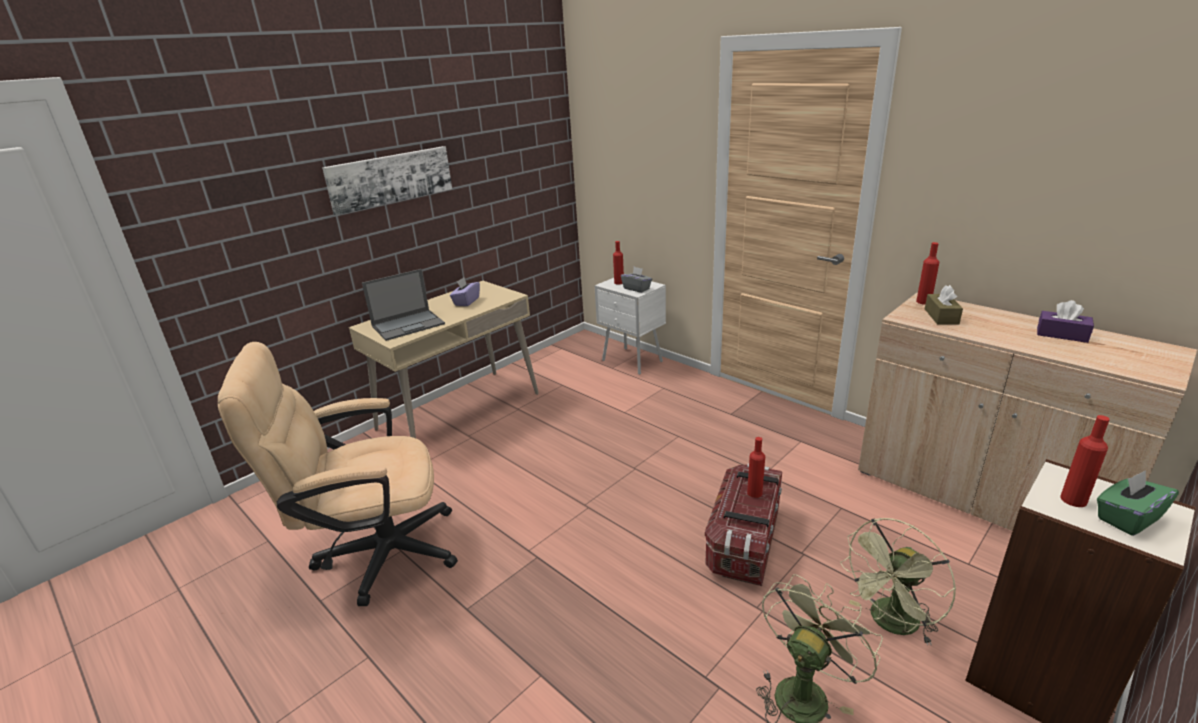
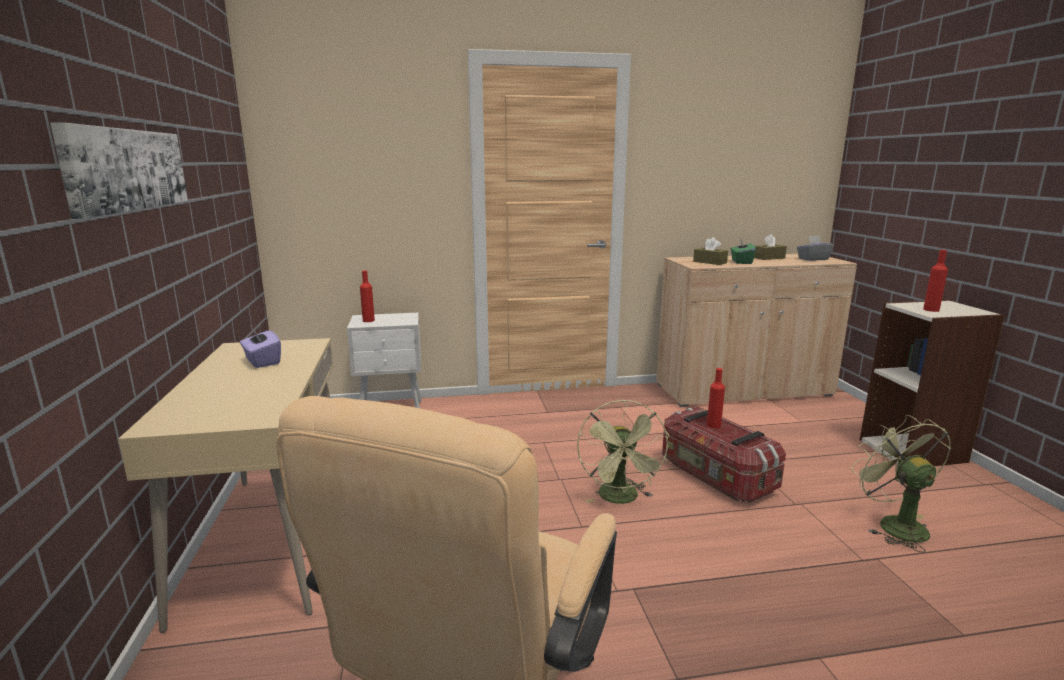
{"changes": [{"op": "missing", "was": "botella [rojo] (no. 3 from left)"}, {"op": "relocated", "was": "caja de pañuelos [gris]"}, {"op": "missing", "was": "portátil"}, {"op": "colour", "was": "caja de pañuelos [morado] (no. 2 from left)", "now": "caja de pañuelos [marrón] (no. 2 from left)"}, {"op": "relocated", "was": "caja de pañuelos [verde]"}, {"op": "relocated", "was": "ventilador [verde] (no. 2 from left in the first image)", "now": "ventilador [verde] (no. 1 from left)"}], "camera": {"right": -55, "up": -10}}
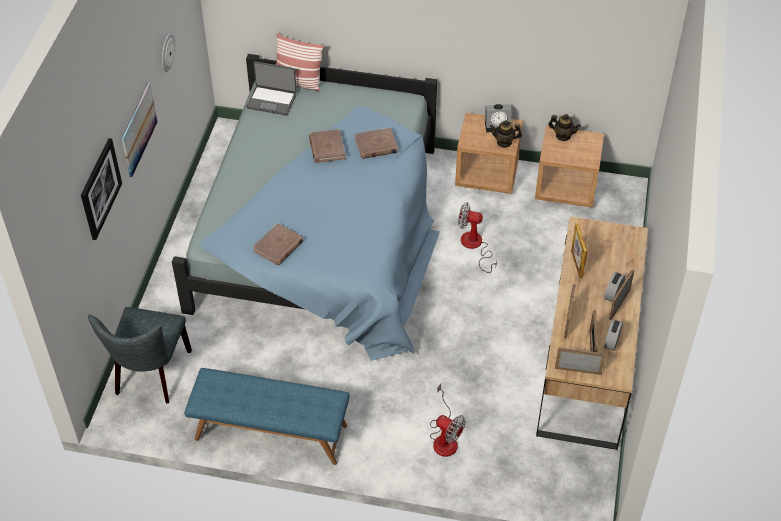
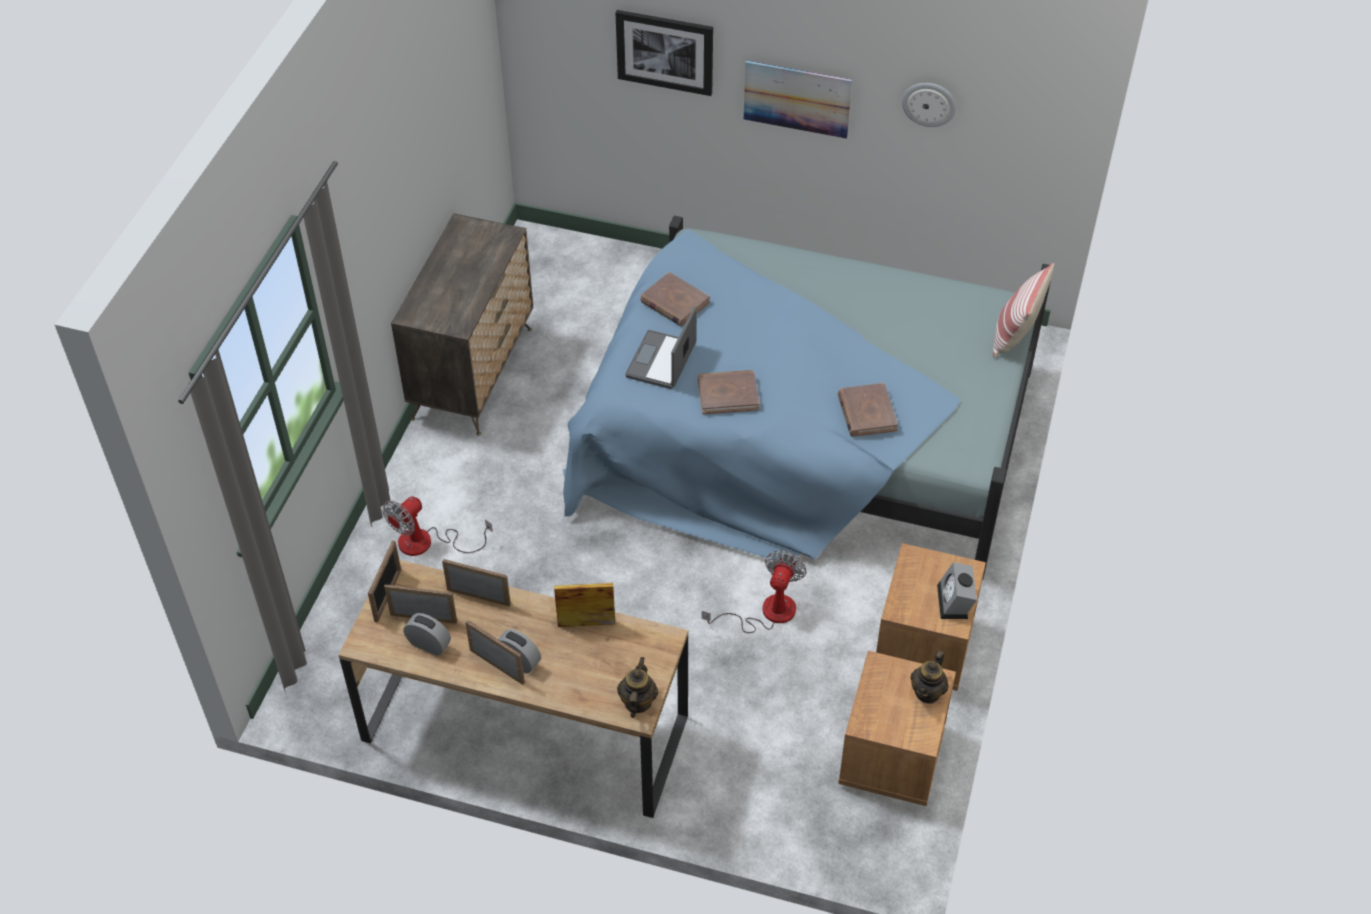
{"changes": [{"op": "relocated", "was": "portátil"}, {"op": "relocated", "was": "tetera (no. 1 from left)"}, {"op": "relocated", "was": "libro [marrón] (no. 2 from left)"}, {"op": "missing", "was": "silla [gris]"}, {"op": "exchanged", "was": "banco [azul]", "now": "cómoda"}], "camera": {"right": 95, "up": 0}}
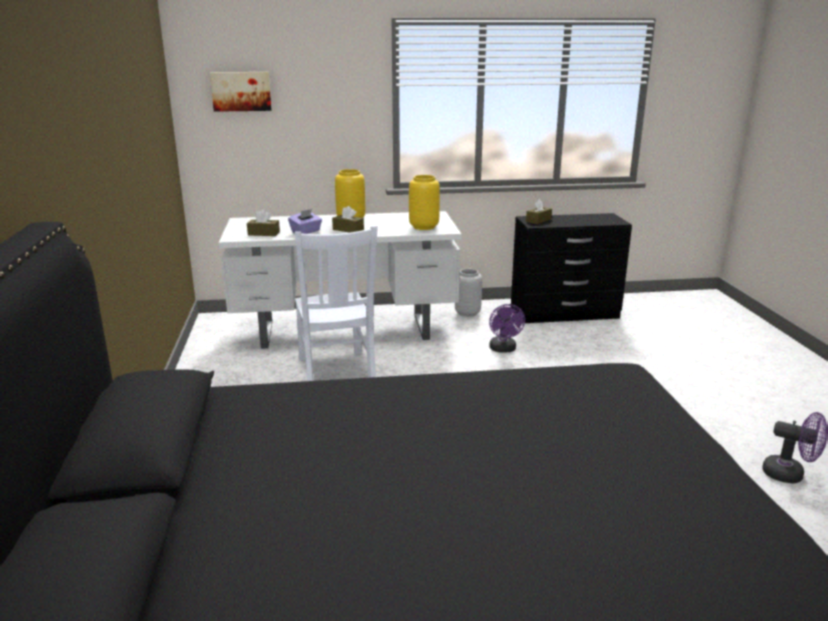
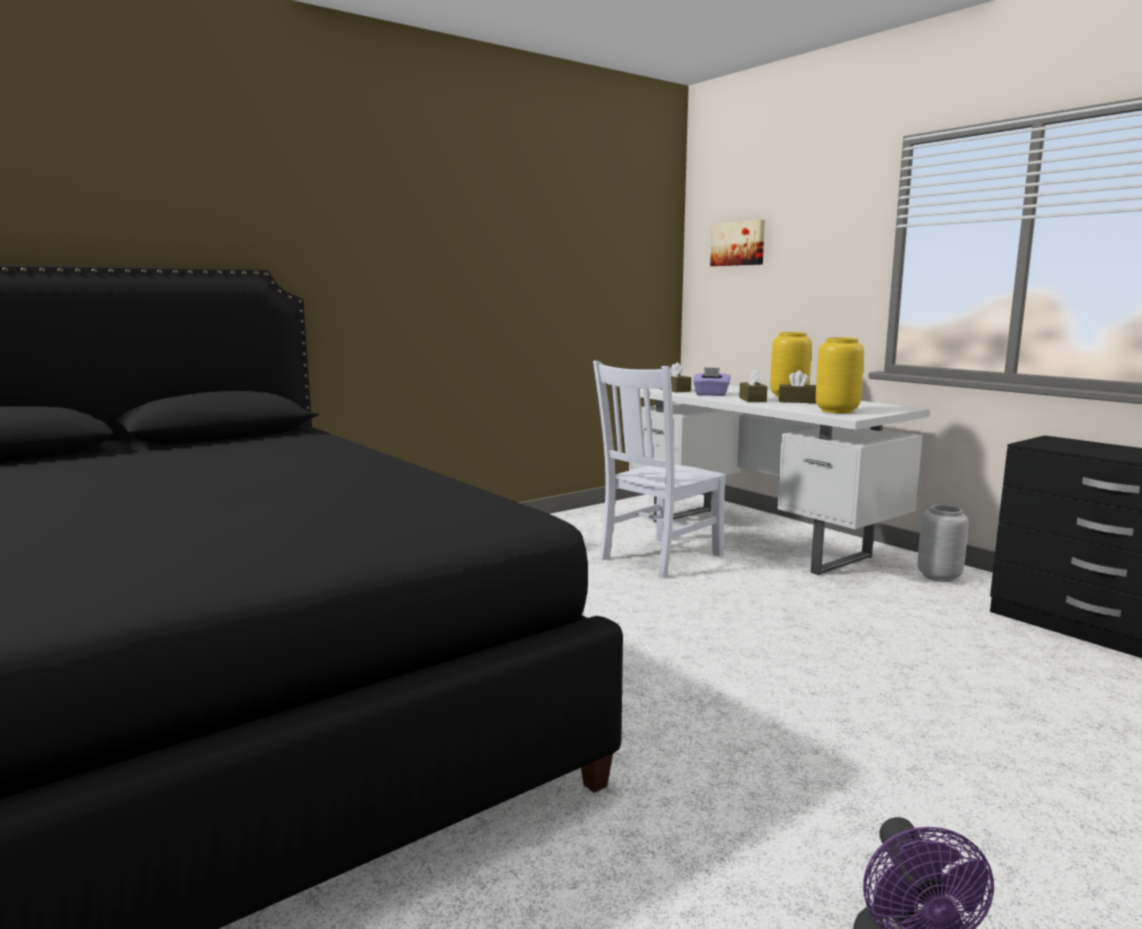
{"changes": [{"op": "relocated", "was": "caja de pañuelos [marrón] (no. 3 from left)"}, {"op": "missing", "was": "ventilador [morado] (no. 1 from left)"}], "camera": {"right": 60, "up": -10}}
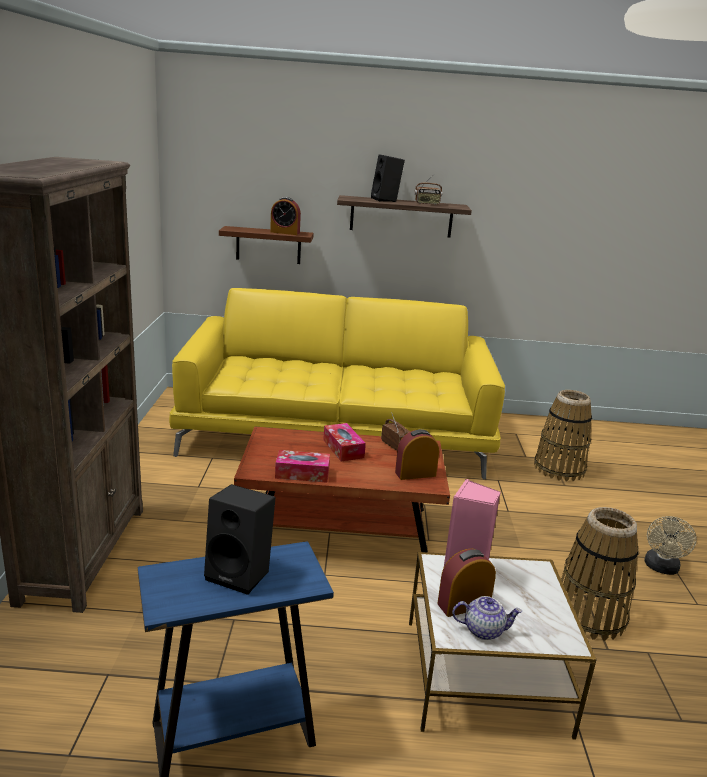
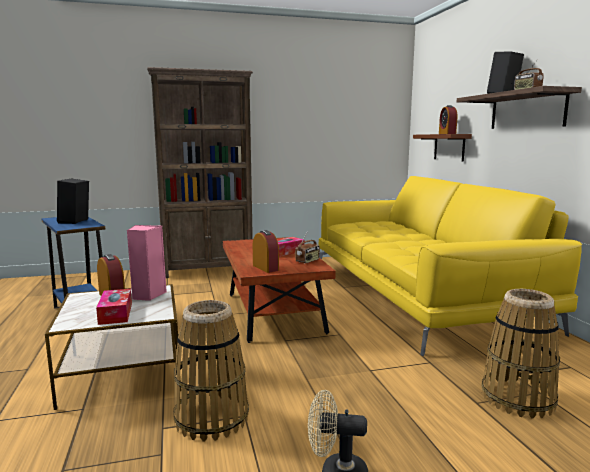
{"changes": [{"op": "relocated", "was": "caja de pañuelos (no. 1 from left)"}, {"op": "missing", "was": "tetera"}], "camera": {"right": 75, "up": -10}}
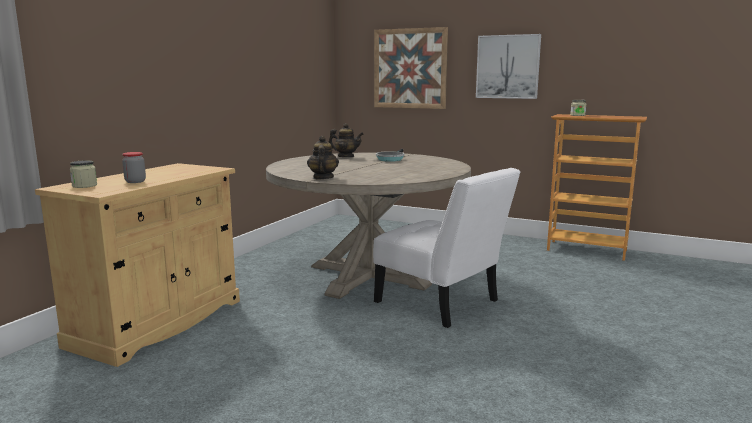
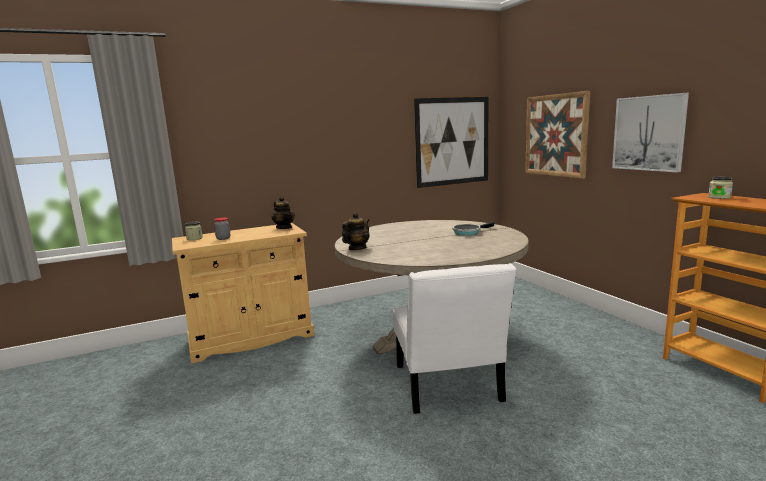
{"changes": [{"op": "relocated", "was": "tetera (no. 2 from left in the first image)", "now": "tetera (no. 1 from left)"}, {"op": "appeared", "now": "cuadro (no. 1 from left)"}], "camera": {"right": 40, "up": 0}}
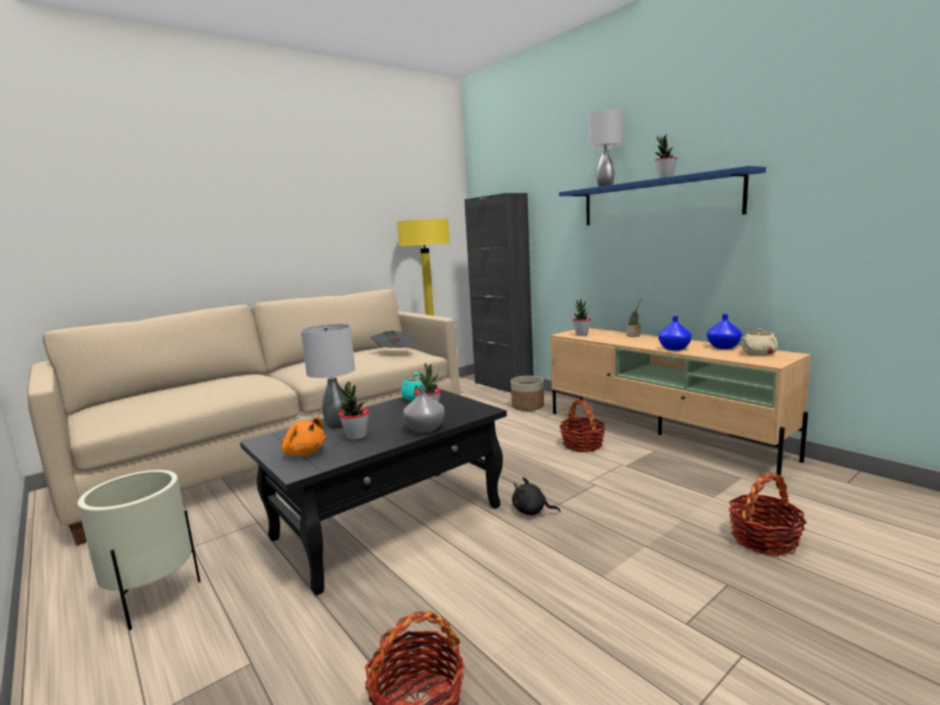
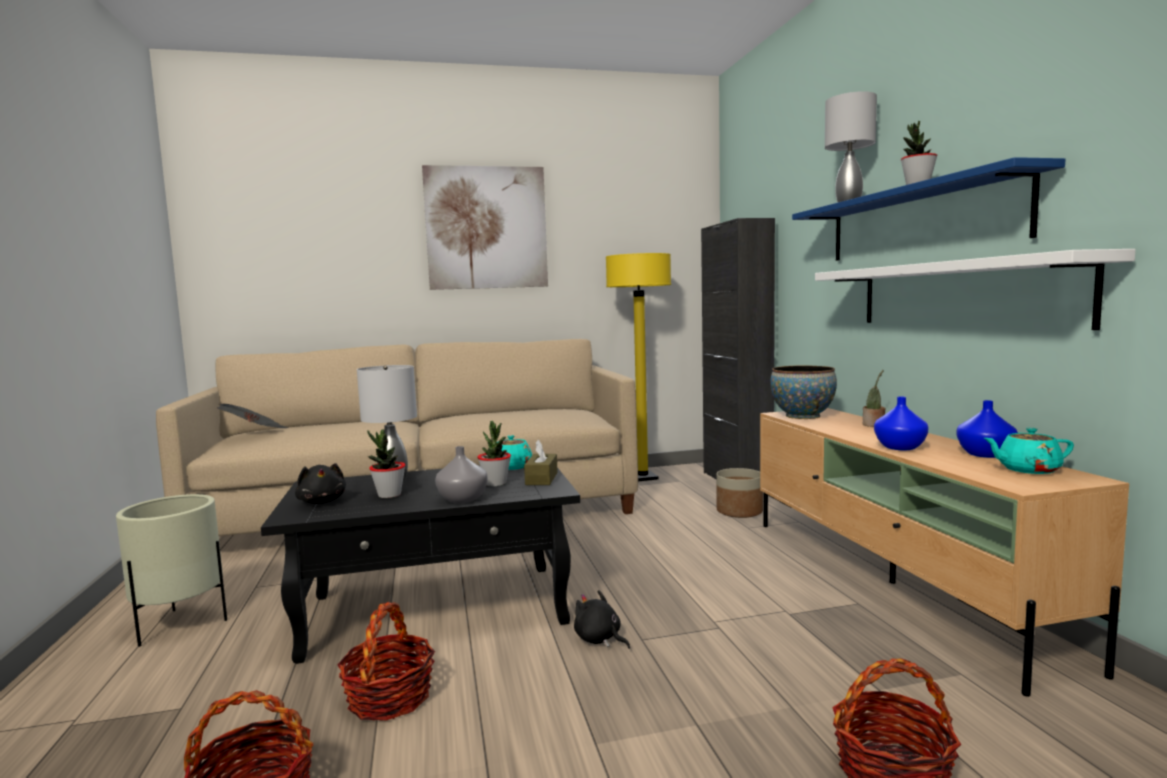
{"changes": [{"op": "exchanged", "was": "planta en maceta (no. 3 from left)", "now": "cuenco"}, {"op": "colour", "was": "tetera [beis]", "now": "tetera [turquesa] (no. 2 from left)"}, {"op": "relocated", "was": "periódico"}, {"op": "relocated", "was": "cesta (no. 2 from left)"}, {"op": "colour", "was": "peluche [naranja]", "now": "peluche [negro] (no. 1 from left)"}, {"op": "appeared", "now": "cuadro"}, {"op": "appeared", "now": "estante [blanco]"}, {"op": "appeared", "now": "caja de pañuelos [marrón]"}], "camera": {"right": 25, "up": -5}}
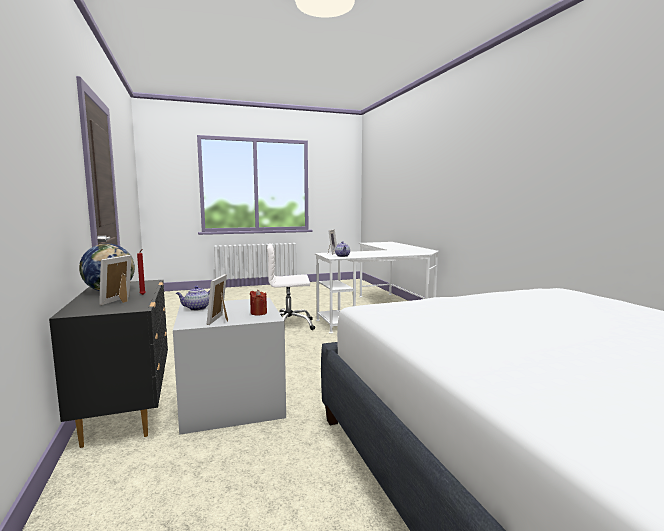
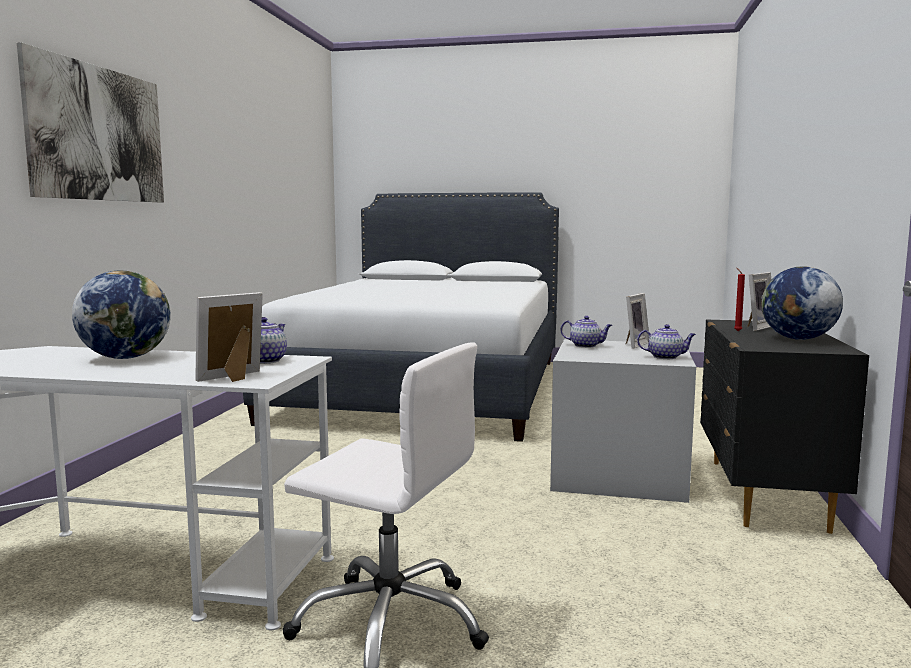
{"changes": [{"op": "exchanged", "was": "vela [rojo] (no. 2 from left)", "now": "tetera (no. 2 from left)"}, {"op": "appeared", "now": "cuadro"}, {"op": "appeared", "now": "globo terráqueo (no. 1 from left)"}], "camera": {"right": -150, "up": 0}}
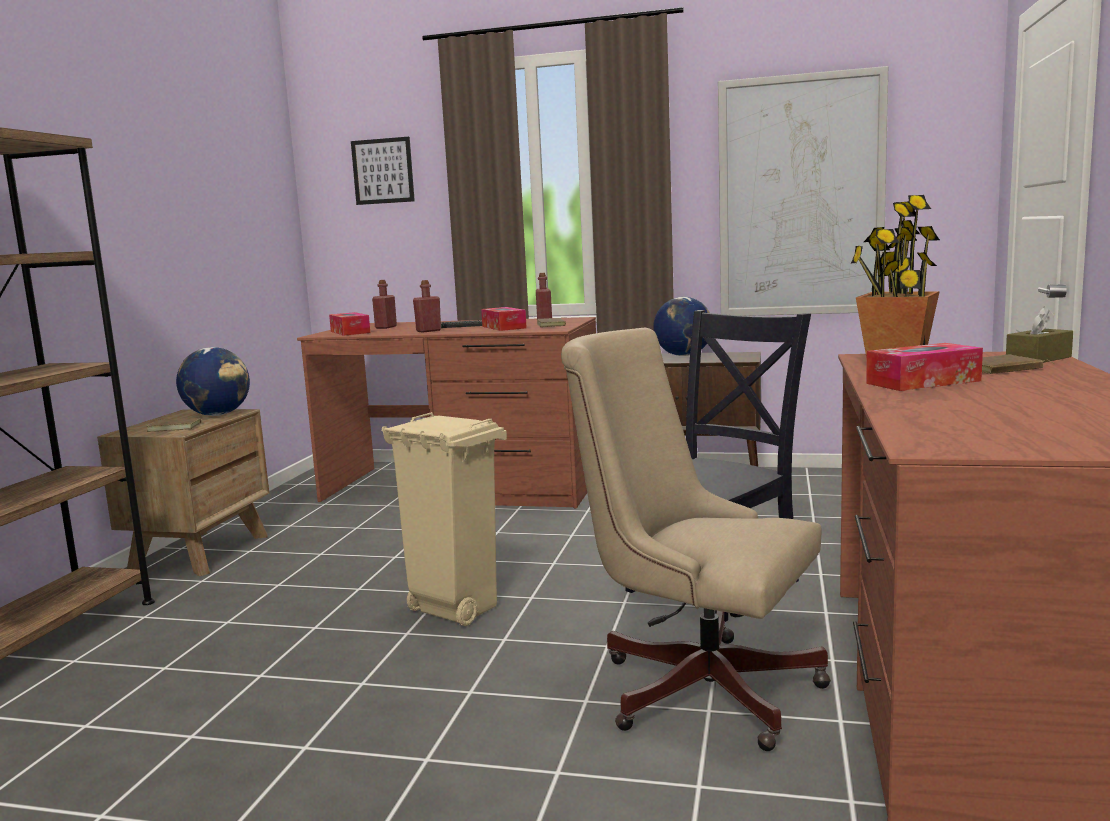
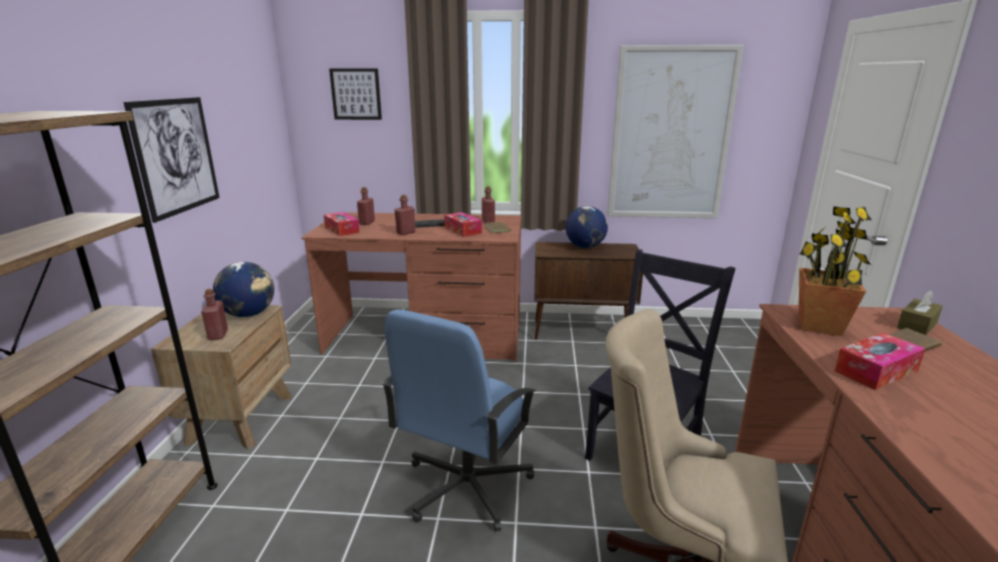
{"changes": [{"op": "exchanged", "was": "papelera [beis]", "now": "silla de oficina [azul]"}, {"op": "exchanged", "was": "libro [marrón] (no. 1 from left)", "now": "botella [rojo] (no. 1 from left)"}, {"op": "appeared", "now": "cuadro (no. 1 from left)"}], "camera": {"right": -10, "up": 10}}
